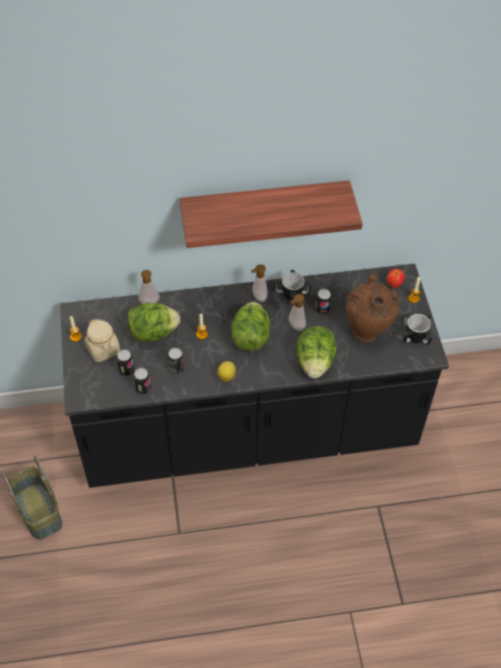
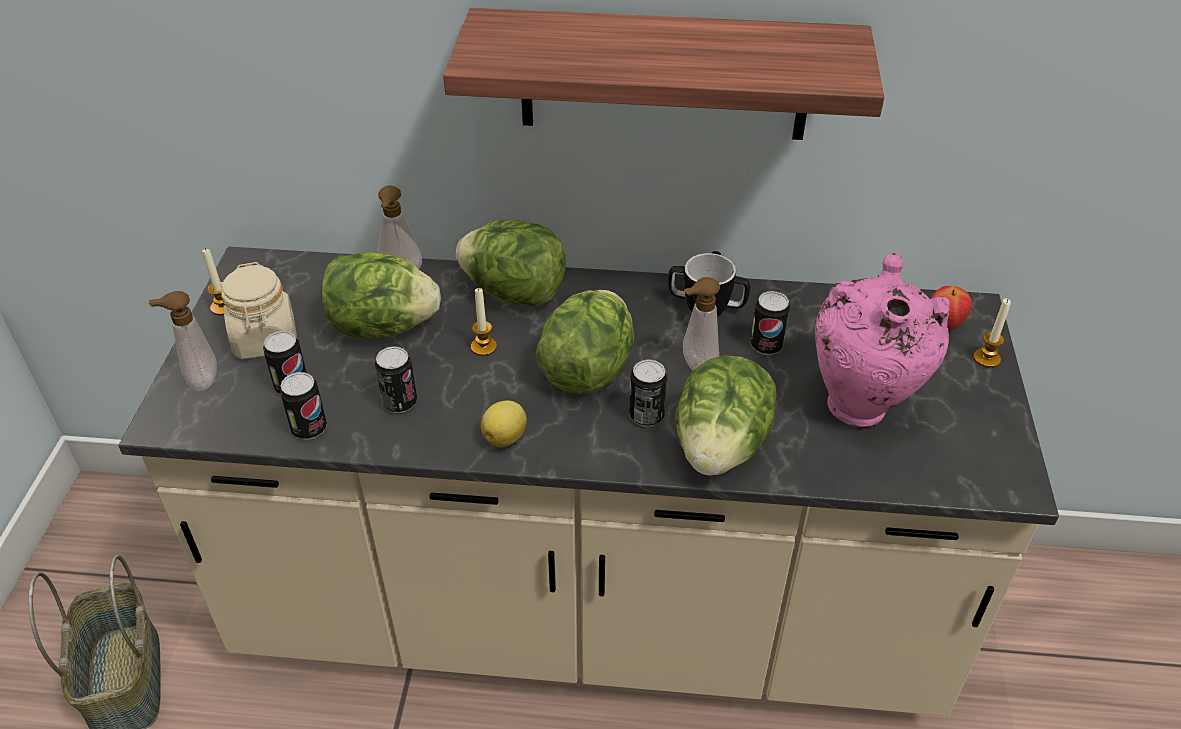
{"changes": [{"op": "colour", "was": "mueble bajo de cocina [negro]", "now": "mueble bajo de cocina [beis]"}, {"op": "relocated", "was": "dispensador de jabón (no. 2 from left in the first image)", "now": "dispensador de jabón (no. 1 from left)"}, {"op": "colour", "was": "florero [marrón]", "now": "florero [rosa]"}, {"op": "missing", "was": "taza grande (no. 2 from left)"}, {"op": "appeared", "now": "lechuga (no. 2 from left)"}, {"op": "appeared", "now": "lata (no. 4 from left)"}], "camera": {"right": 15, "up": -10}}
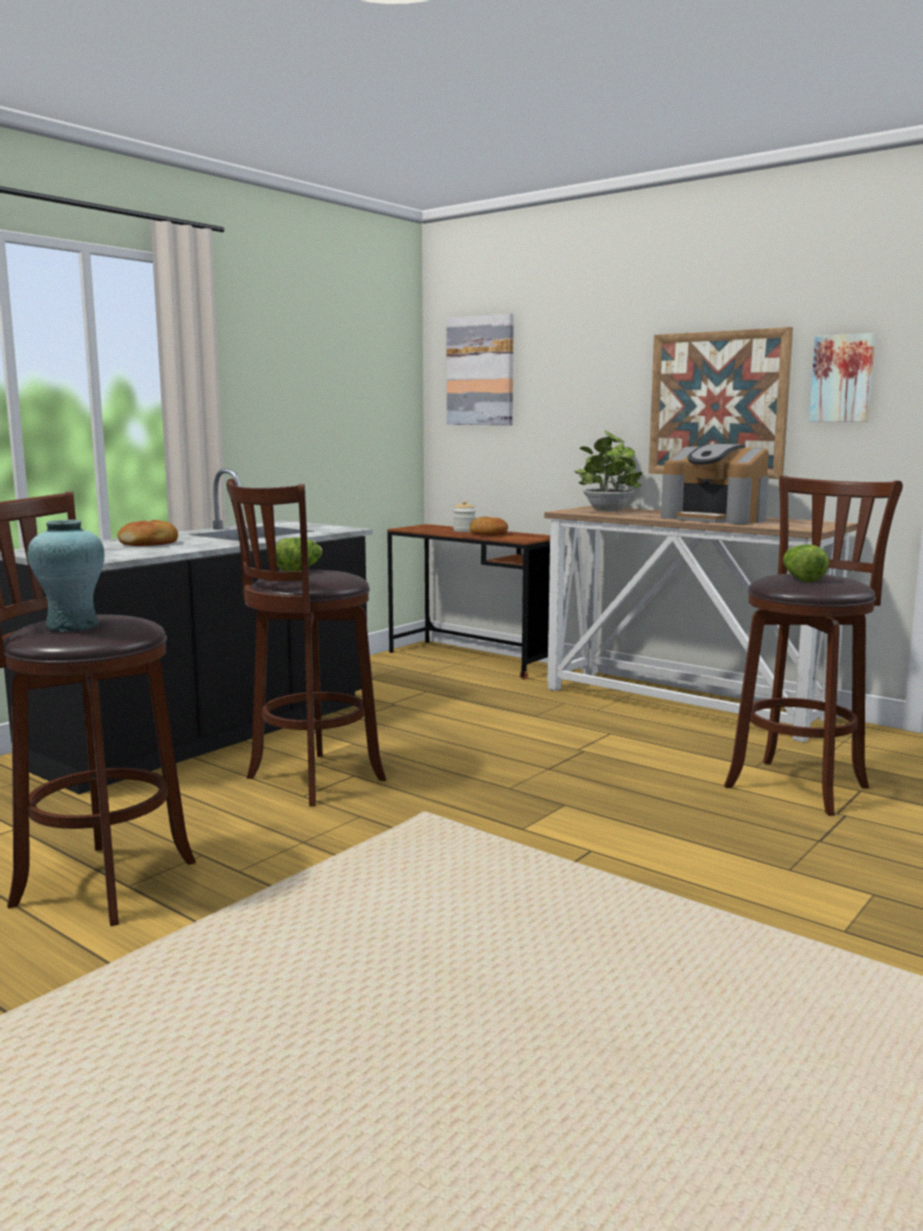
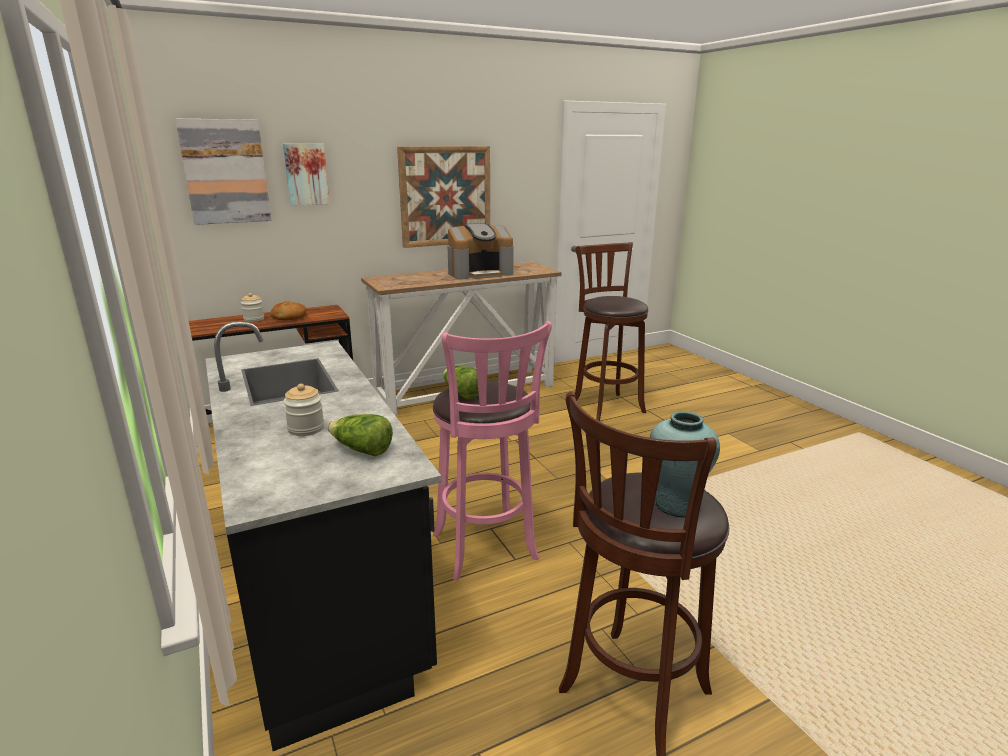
{"changes": [{"op": "relocated", "was": "cuadro (no. 3 from left in the first image)", "now": "cuadro (no. 2 from left)"}, {"op": "missing", "was": "planta en maceta"}, {"op": "colour", "was": "taburete [marrón] (no. 2 from left)", "now": "taburete [rosa]"}, {"op": "exchanged", "was": "pan (no. 1 from left)", "now": "tarro (no. 2 from left)"}, {"op": "relocated", "was": "lechuga (no. 2 from left in the first image)", "now": "lechuga (no. 1 from left)"}], "camera": {"right": -65, "up": 10}}
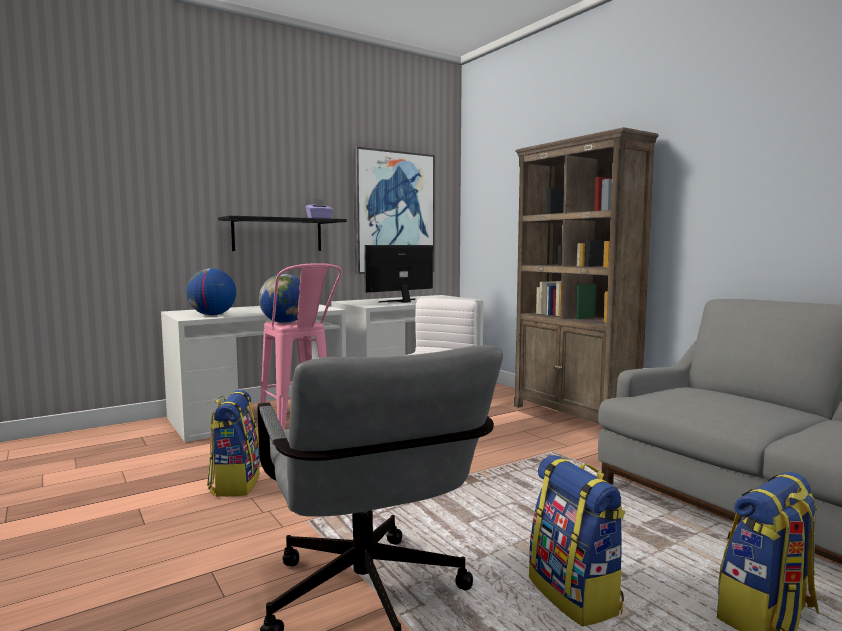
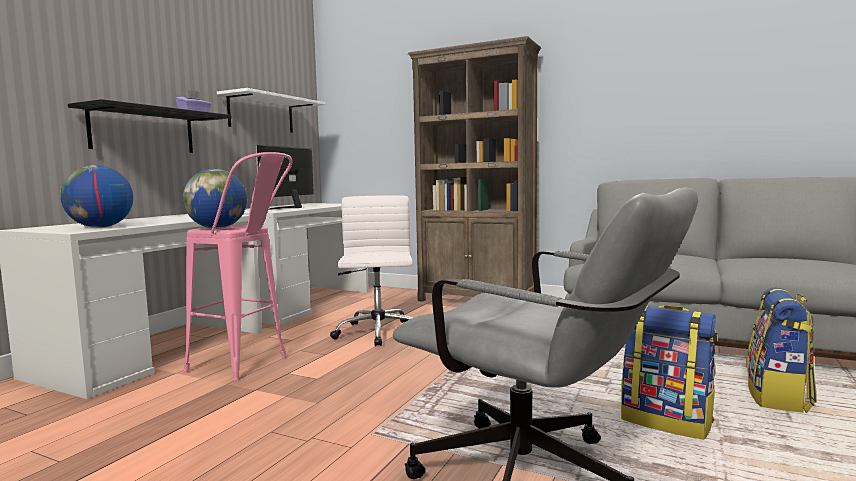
{"changes": [{"op": "exchanged", "was": "cuadro", "now": "estante [blanco]"}, {"op": "missing", "was": "mochila (no. 1 from left)"}], "camera": {"right": -30, "up": 0}}
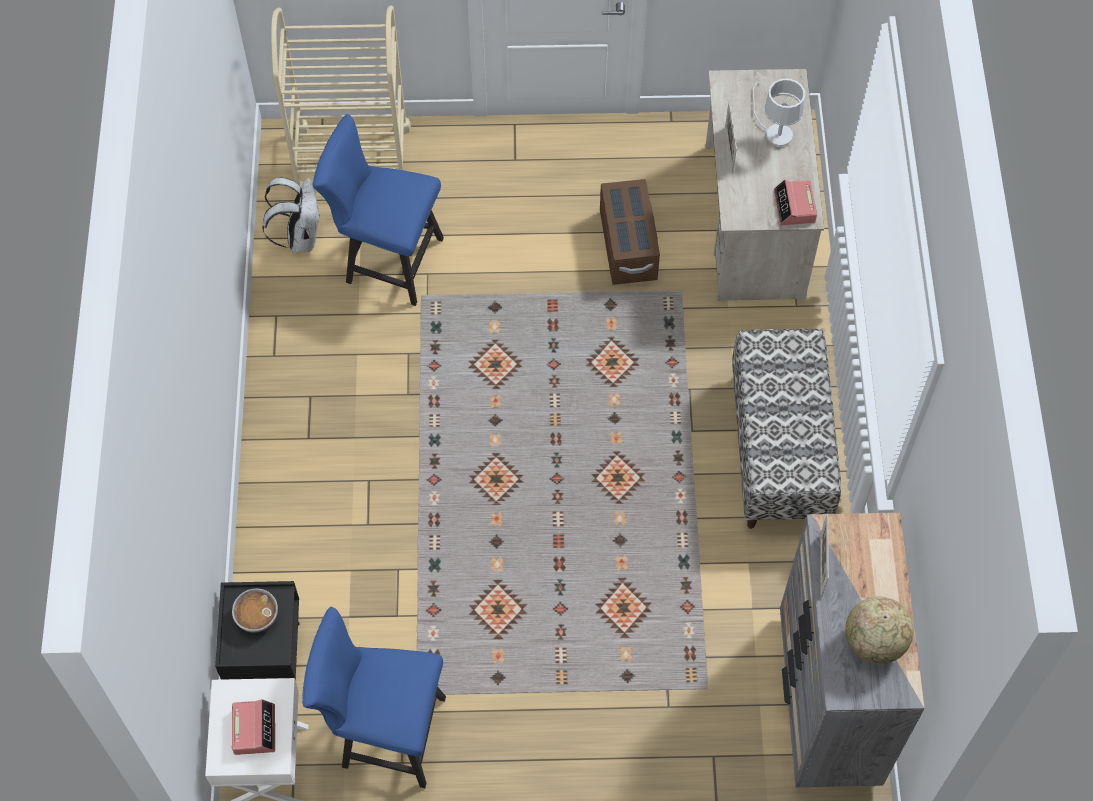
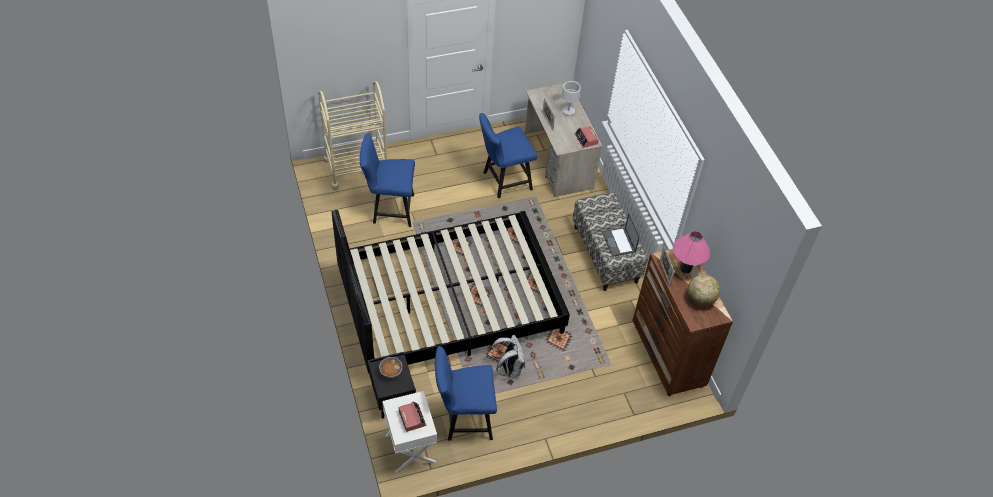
{"changes": [{"op": "relocated", "was": "mochila [blanco]"}, {"op": "exchanged", "was": "caja de almacenaje [marrón]", "now": "silla [azul] (no. 3 from left)"}, {"op": "colour", "was": "cómoda [gris]", "now": "cómoda [marrón]"}, {"op": "appeared", "now": "cama [negro]"}, {"op": "appeared", "now": "portátil"}, {"op": "appeared", "now": "lámpara de mesa [rosa]"}], "camera": {"right": -20, "up": -10}}
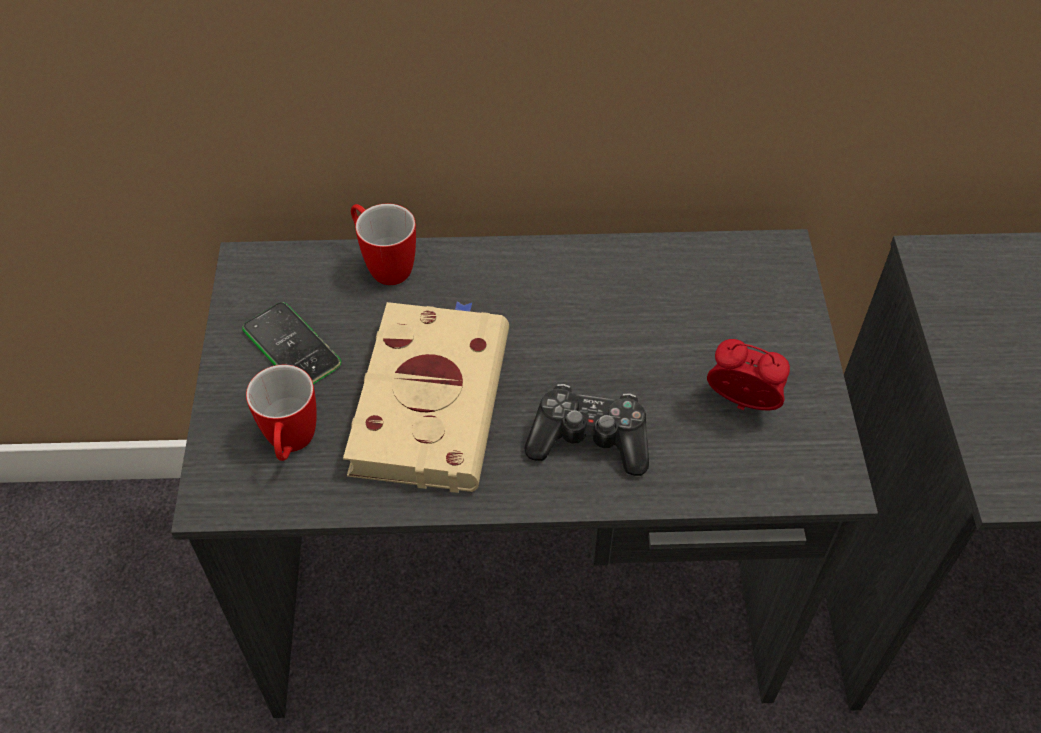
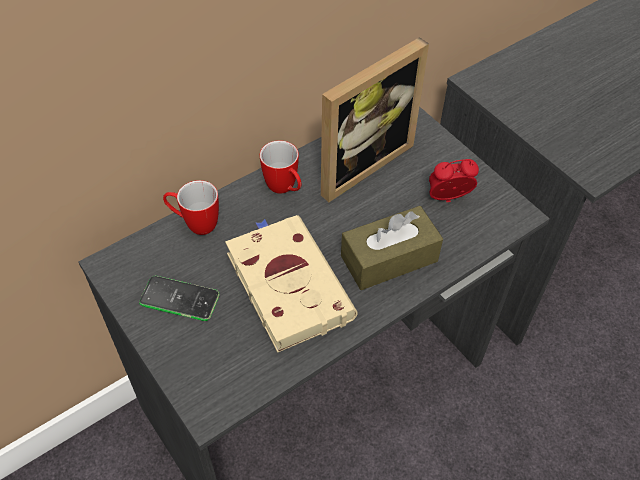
{"changes": [{"op": "relocated", "was": "taza grande (no. 1 from left in the first image)", "now": "taza grande (no. 2 from left)"}, {"op": "exchanged", "was": "mando de consola", "now": "caja de pañuelos [marrón]"}, {"op": "appeared", "now": "portarretratos"}], "camera": {"right": -35, "up": 0}}
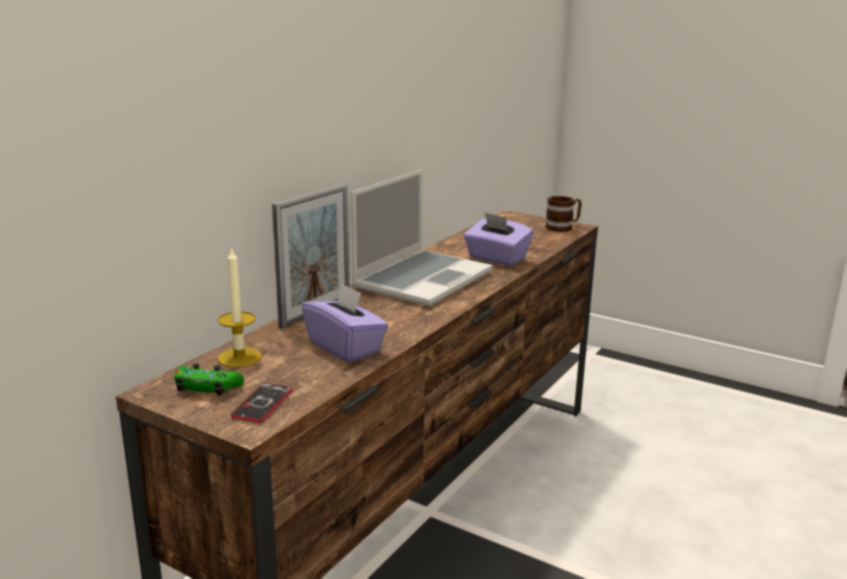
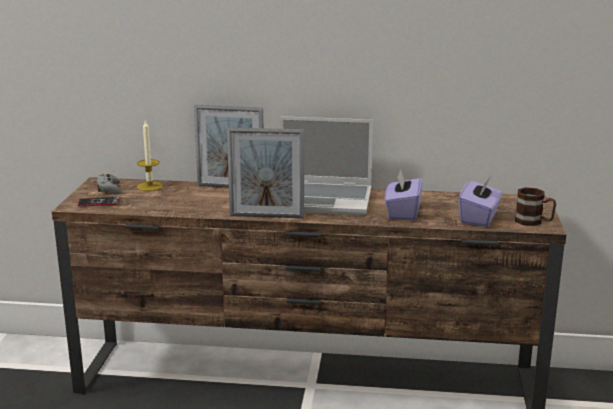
{"changes": [{"op": "relocated", "was": "caja de pañuelos [morado] (no. 1 from left in the first image)", "now": "caja de pañuelos [morado] (no. 2 from left)"}, {"op": "colour", "was": "mando de consola [verde]", "now": "mando de consola [gris]"}, {"op": "appeared", "now": "portarretratos (no. 2 from left)"}], "camera": {"right": 65, "up": 0}}
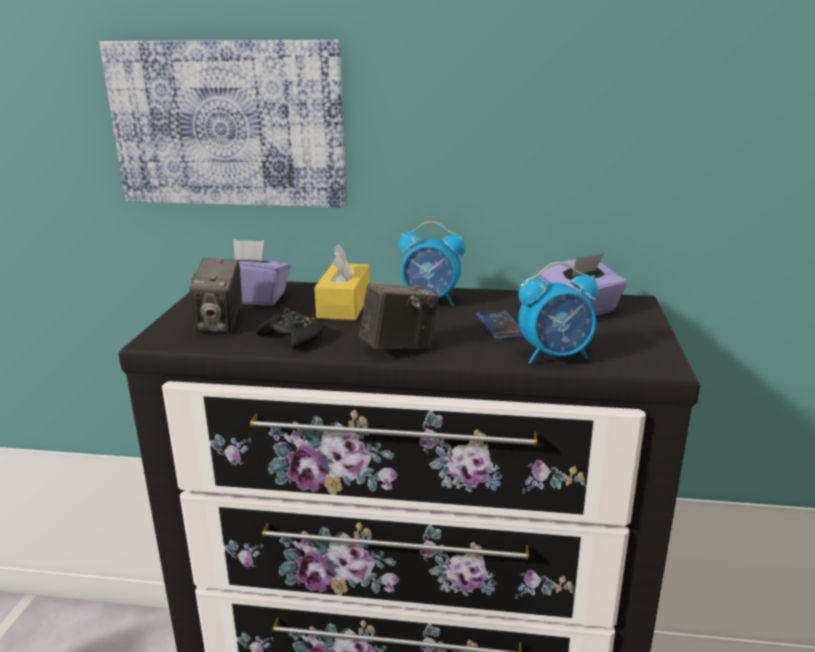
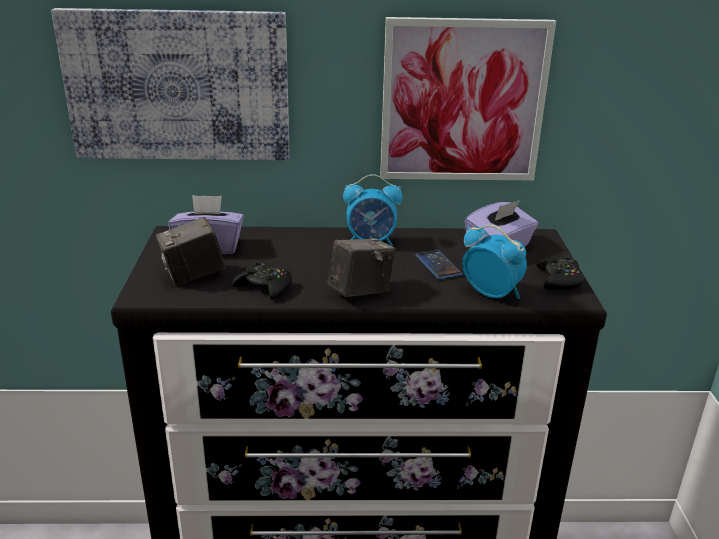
{"changes": [{"op": "missing", "was": "caja de pañuelos [amarillo]"}, {"op": "spun", "was": "cámara (no. 1 from left)", "clockwise": 75}, {"op": "spun", "was": "despertador (no. 2 from left)", "clockwise": -120}, {"op": "appeared", "now": "cuadro (no. 2 from left)"}, {"op": "appeared", "now": "mando de consola [negro] (no. 2 from left)"}], "camera": {"right": -10, "up": 5}}
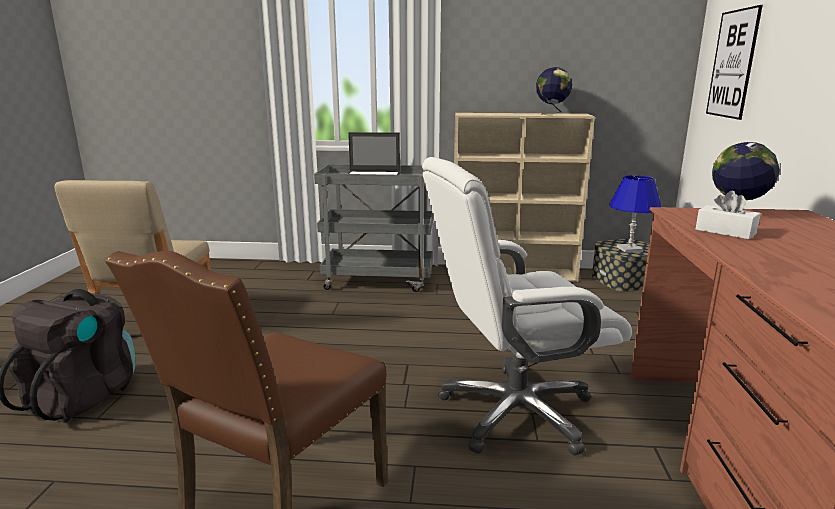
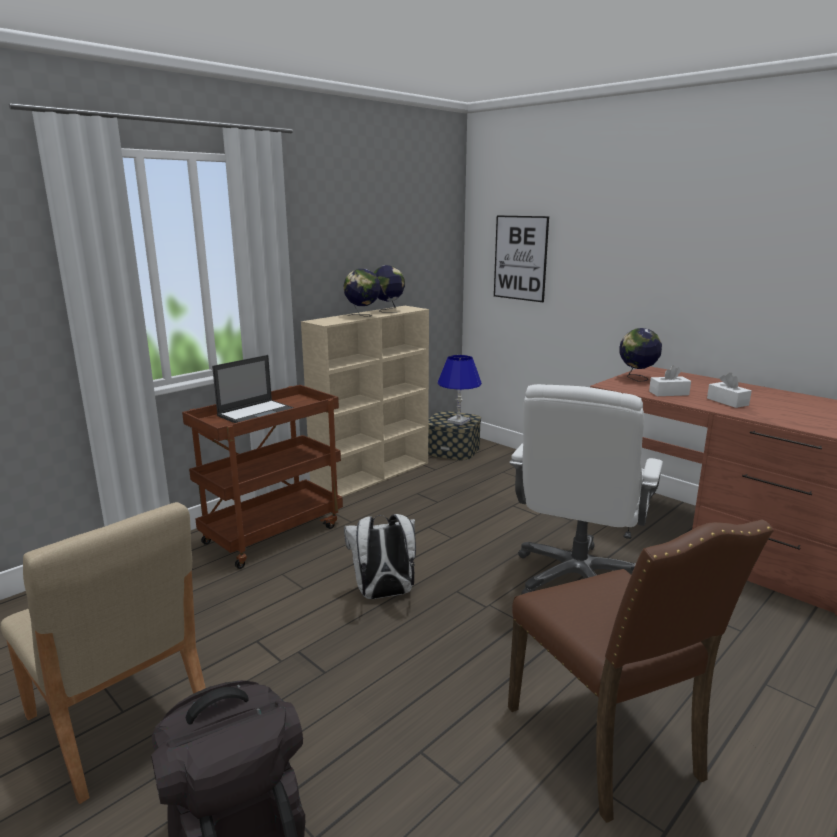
{"changes": [{"op": "colour", "was": "carrito [gris]", "now": "carrito [marrón]"}, {"op": "appeared", "now": "globo terráqueo (no. 1 from left)"}, {"op": "appeared", "now": "caja de pañuelos [blanco] (no. 2 from left)"}, {"op": "appeared", "now": "mochila [blanco]"}], "camera": {"right": -50, "up": 0}}
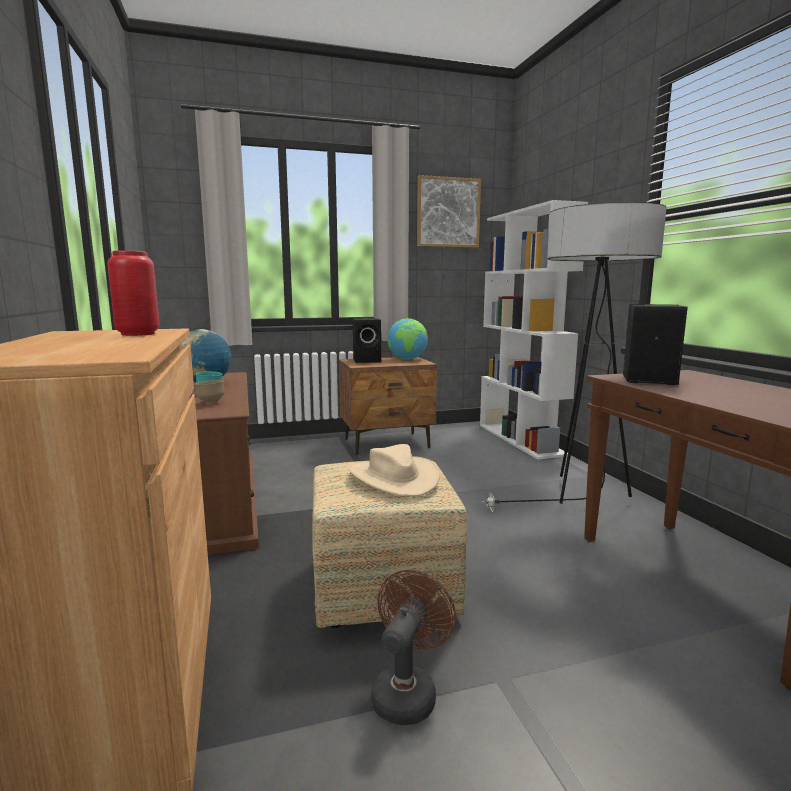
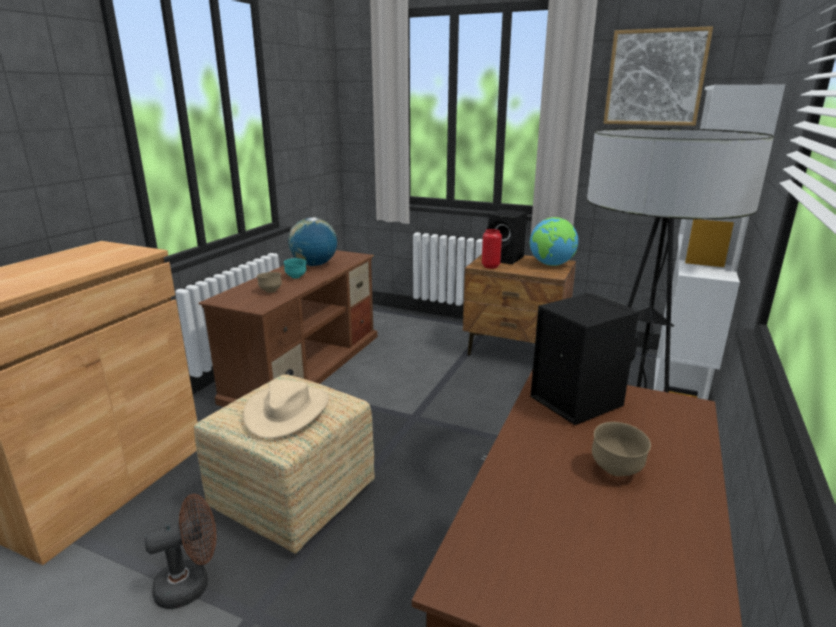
{"changes": [{"op": "relocated", "was": "florero [rojo]"}, {"op": "appeared", "now": "cuenco [marrón] (no. 2 from left)"}], "camera": {"right": 40, "up": 10}}
